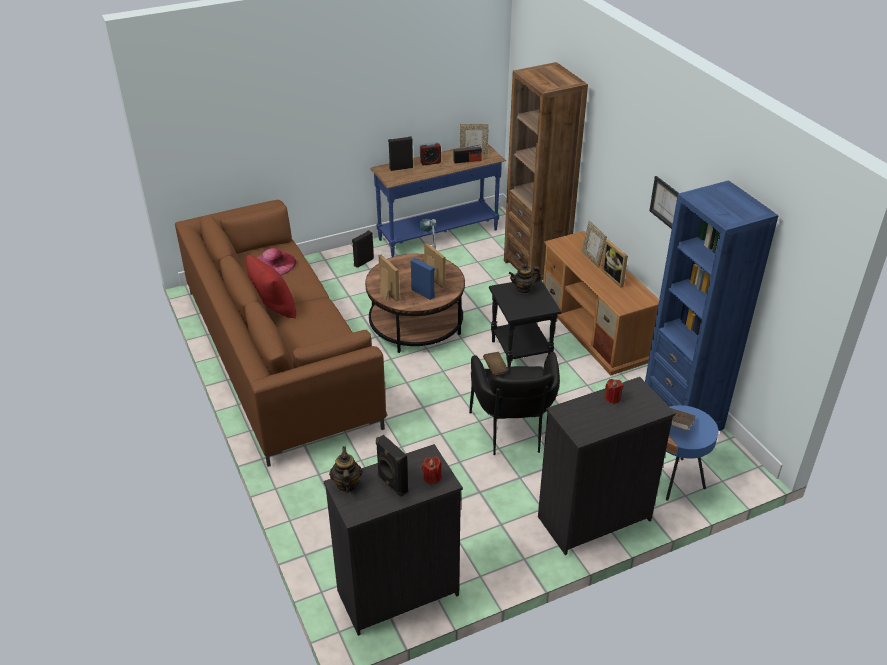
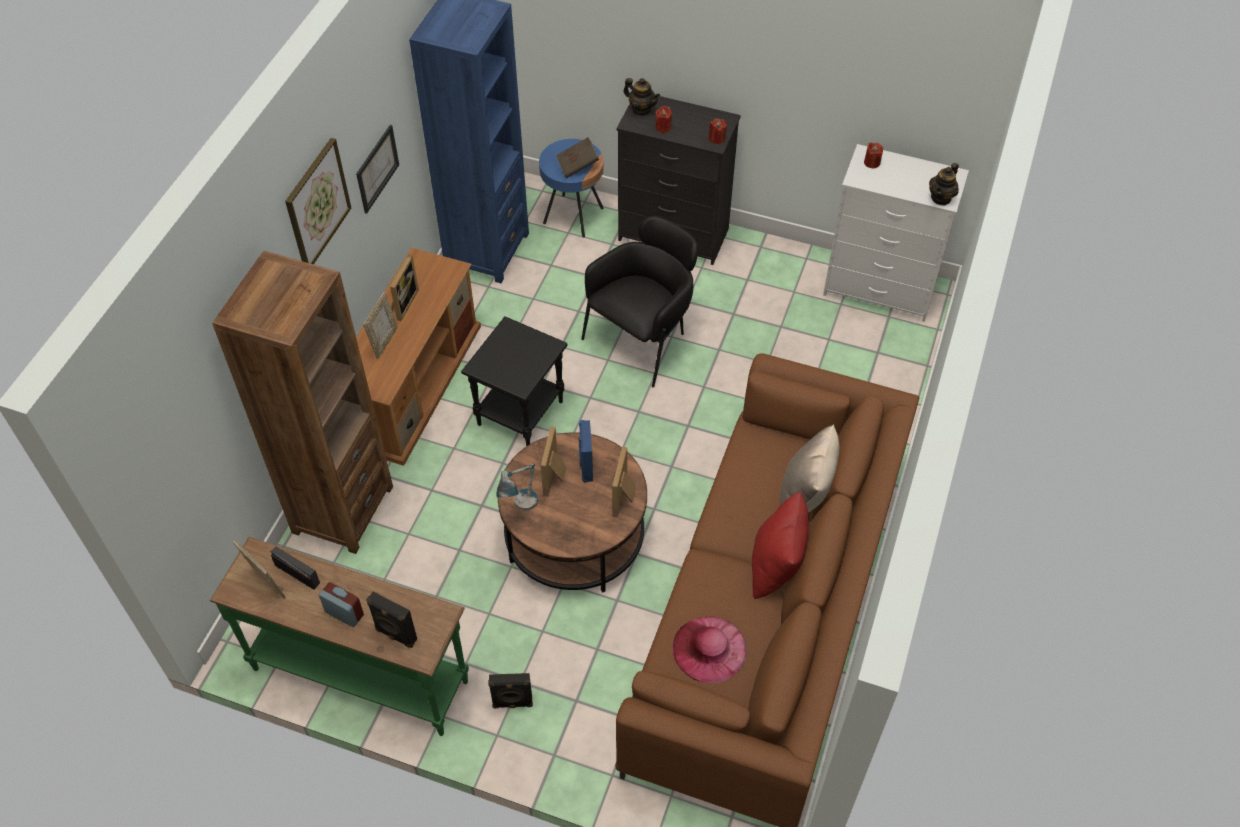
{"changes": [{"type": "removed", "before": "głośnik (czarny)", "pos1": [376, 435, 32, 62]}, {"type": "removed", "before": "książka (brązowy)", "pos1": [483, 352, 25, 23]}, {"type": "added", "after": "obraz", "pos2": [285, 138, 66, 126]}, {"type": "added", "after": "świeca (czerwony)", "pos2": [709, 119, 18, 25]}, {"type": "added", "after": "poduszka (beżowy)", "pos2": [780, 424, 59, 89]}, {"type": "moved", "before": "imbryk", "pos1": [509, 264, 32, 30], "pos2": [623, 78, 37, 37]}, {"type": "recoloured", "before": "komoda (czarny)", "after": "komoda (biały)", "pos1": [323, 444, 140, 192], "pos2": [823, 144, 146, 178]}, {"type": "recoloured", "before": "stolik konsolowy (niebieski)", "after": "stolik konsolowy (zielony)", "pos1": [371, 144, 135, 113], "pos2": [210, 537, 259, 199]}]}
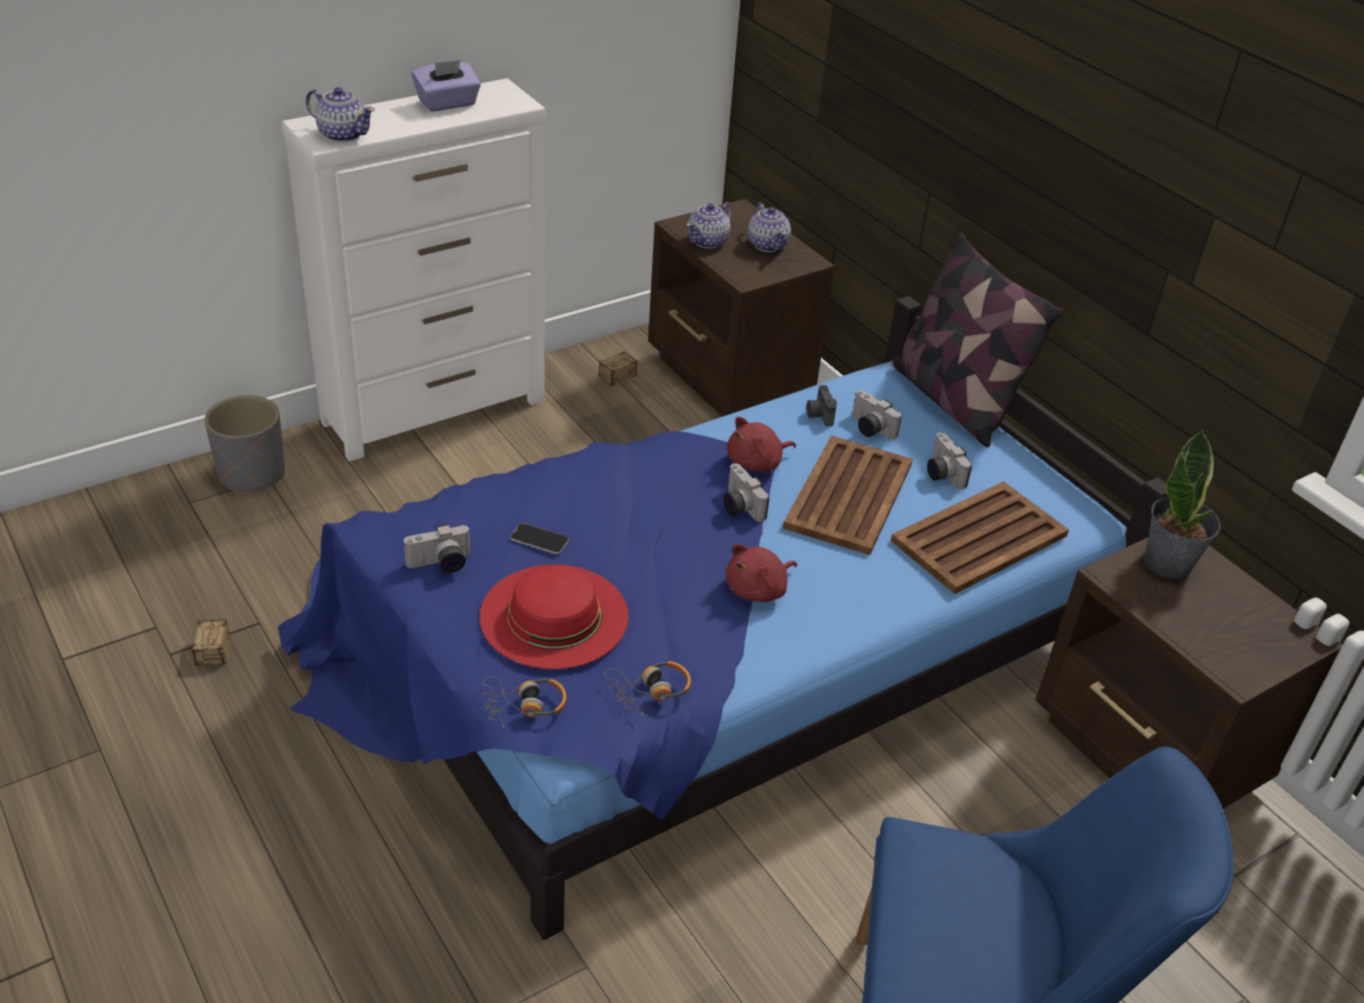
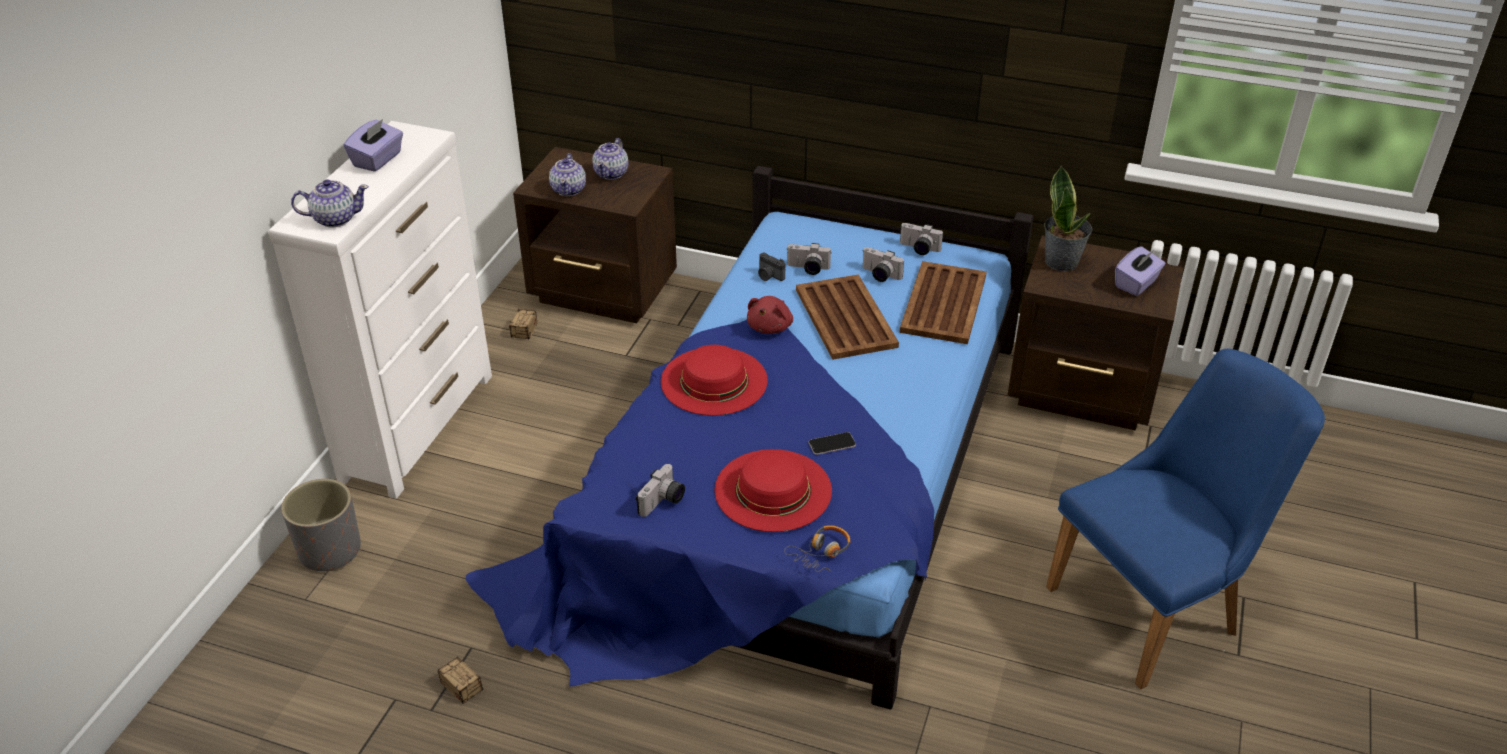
{"changes": [{"type": "removed", "before": "słuchawki", "pos1": [604, 661, 87, 54]}, {"type": "removed", "before": "pluszak (czerwony)", "pos1": [726, 544, 71, 58]}, {"type": "removed", "before": "poduszka", "pos1": [891, 233, 173, 214]}, {"type": "added", "after": "kapelusz (czerwony)", "pos2": [661, 345, 107, 71]}, {"type": "added", "after": "pudełko chusteczek (fioletowy)", "pos2": [1115, 246, 50, 50]}, {"type": "moved", "before": "telefon", "pos1": [510, 523, 59, 31], "pos2": [809, 432, 47, 23]}, {"type": "moved", "before": "aparat fotograficzny", "pos1": [724, 463, 45, 59], "pos2": [900, 223, 43, 32]}, {"type": "turned", "before": "imbryk", "pos1": [748, 203, 43, 49], "pos2": [592, 138, 36, 42], "turn": 75}]}
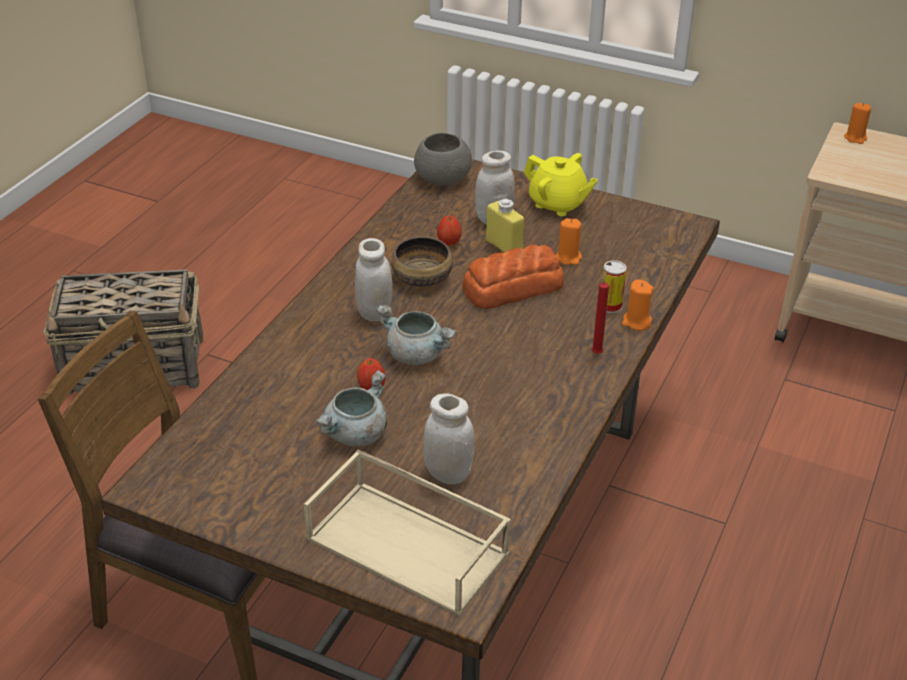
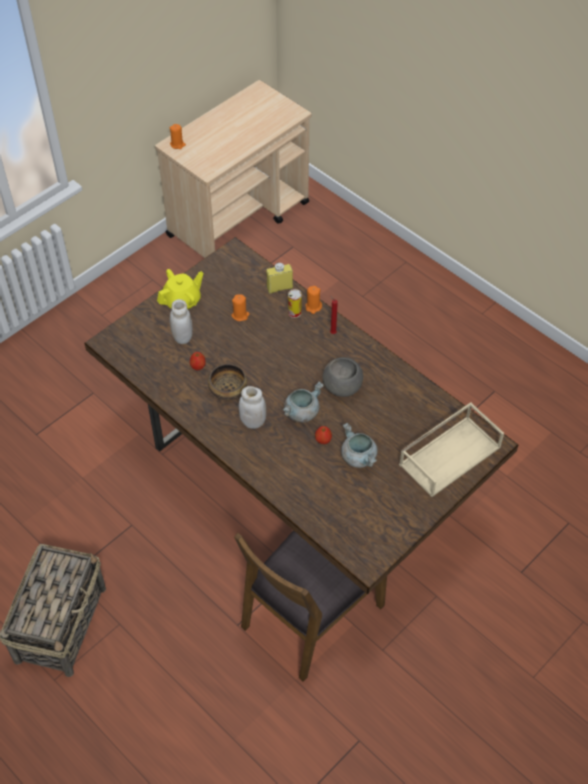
{"changes": [{"type": "removed", "before": "słoik (biały)", "pos1": [423, 393, 51, 91]}, {"type": "removed", "before": "chleb", "pos1": [462, 244, 102, 65]}, {"type": "moved", "before": "miska (szary)", "pos1": [414, 133, 58, 53], "pos2": [323, 357, 40, 40]}, {"type": "moved", "before": "butelka (żółty)", "pos1": [486, 199, 38, 54], "pos2": [266, 262, 27, 32]}]}
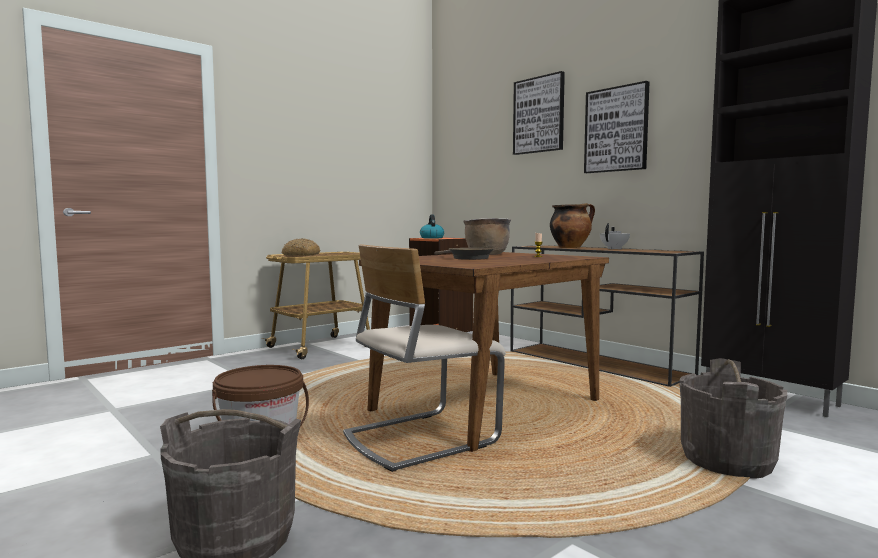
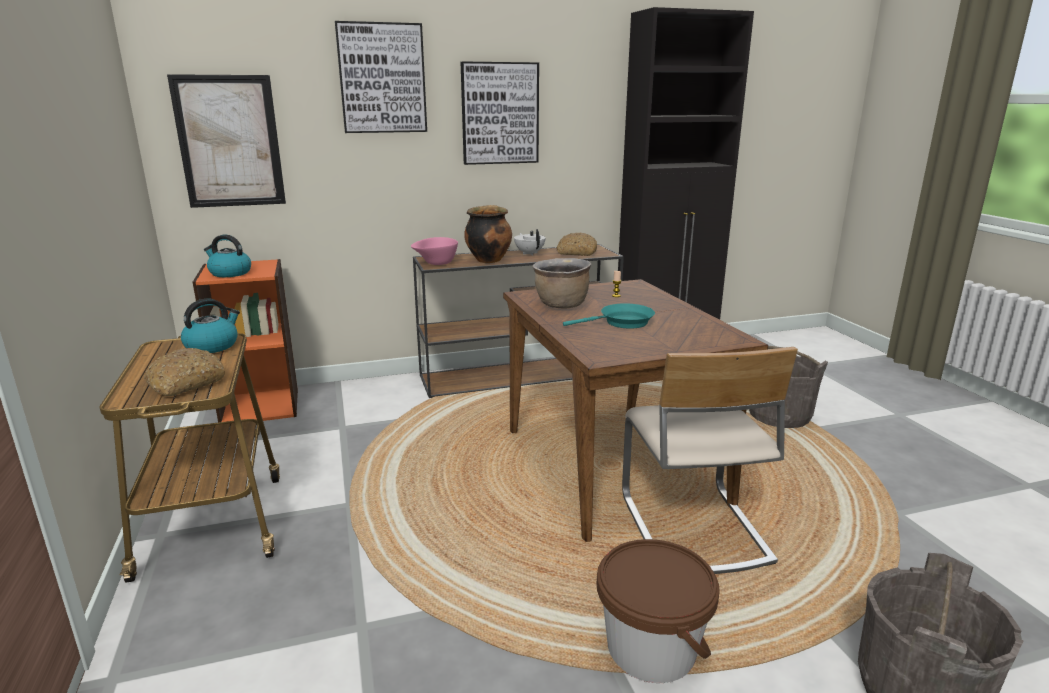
{"changes": [{"type": "added", "after": "obraz", "pos2": [167, 74, 119, 134]}, {"type": "added", "after": "czajnik", "pos2": [181, 299, 59, 54]}, {"type": "added", "after": "miska (różowy)", "pos2": [411, 237, 47, 28]}, {"type": "added", "after": "chleb", "pos2": [556, 233, 41, 23]}, {"type": "recoloured", "before": "patelnia (brązowy)", "after": "patelnia (turkusowy)", "pos1": [434, 248, 60, 12], "pos2": [563, 303, 92, 26]}]}
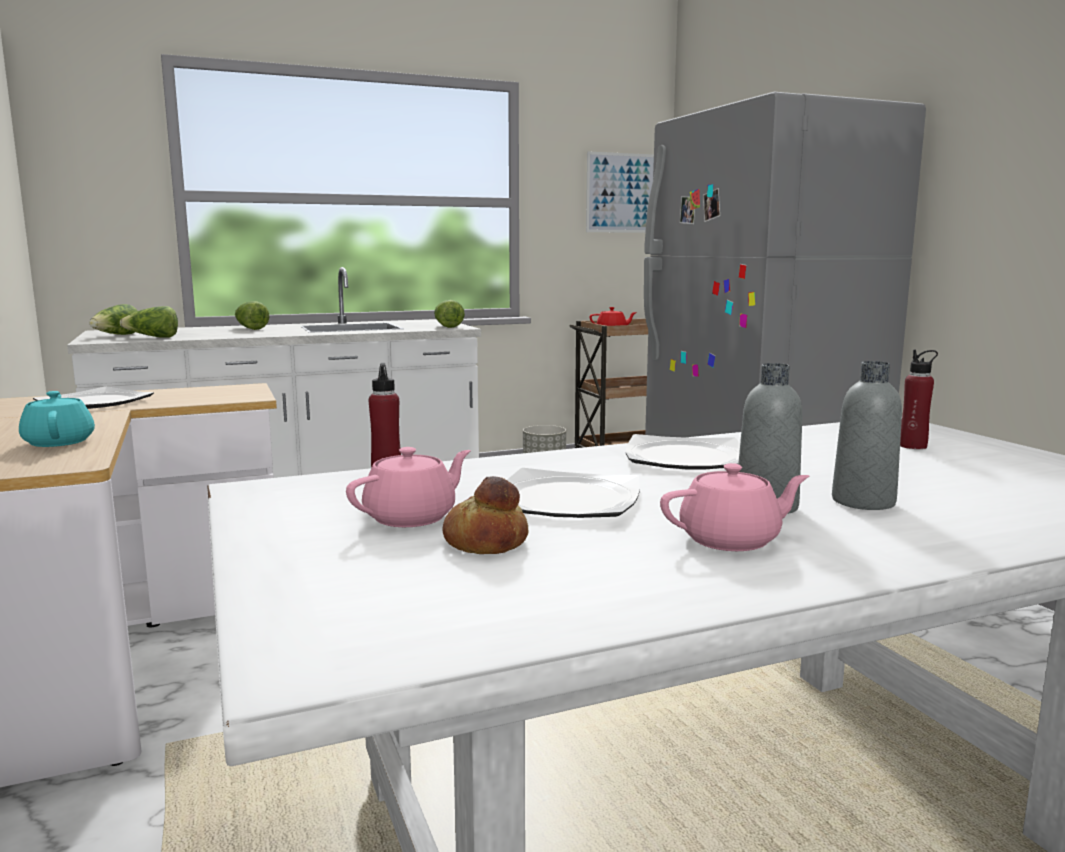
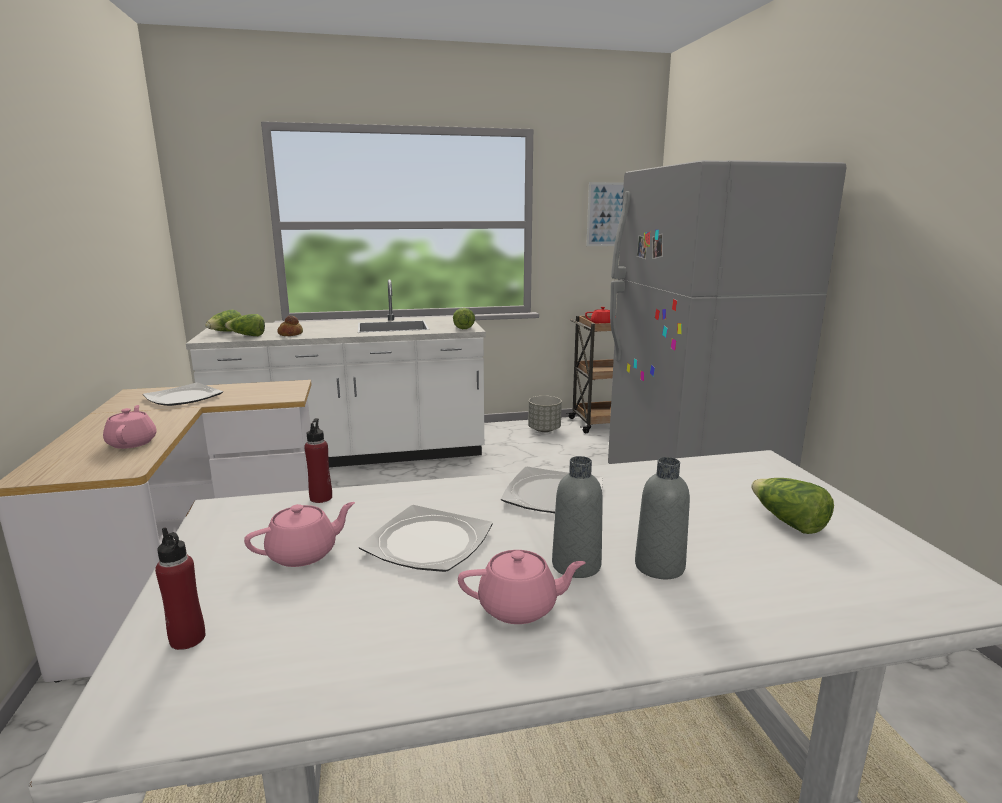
{"changes": [{"type": "moved", "before": "sałata", "pos1": [235, 301, 35, 29], "pos2": [751, 478, 83, 56]}, {"type": "moved", "before": "chleb", "pos1": [442, 476, 87, 78], "pos2": [277, 315, 26, 21]}, {"type": "moved", "before": "butelka (czerwony)", "pos1": [900, 350, 38, 99], "pos2": [155, 527, 50, 123]}, {"type": "recoloured", "before": "imbryk (turkusowy)", "after": "imbryk (różowy)", "pos1": [19, 391, 76, 56], "pos2": [103, 405, 54, 44]}]}
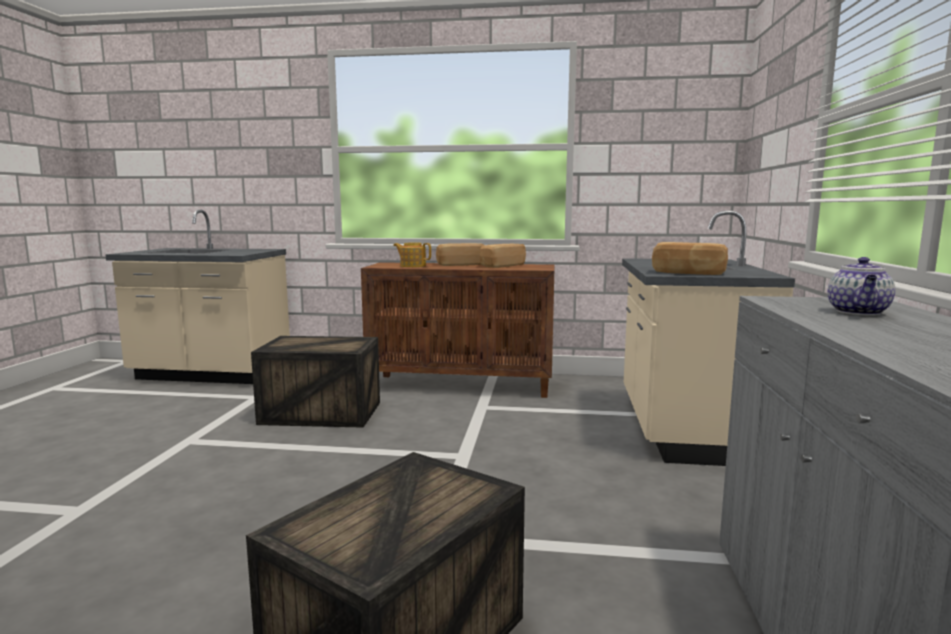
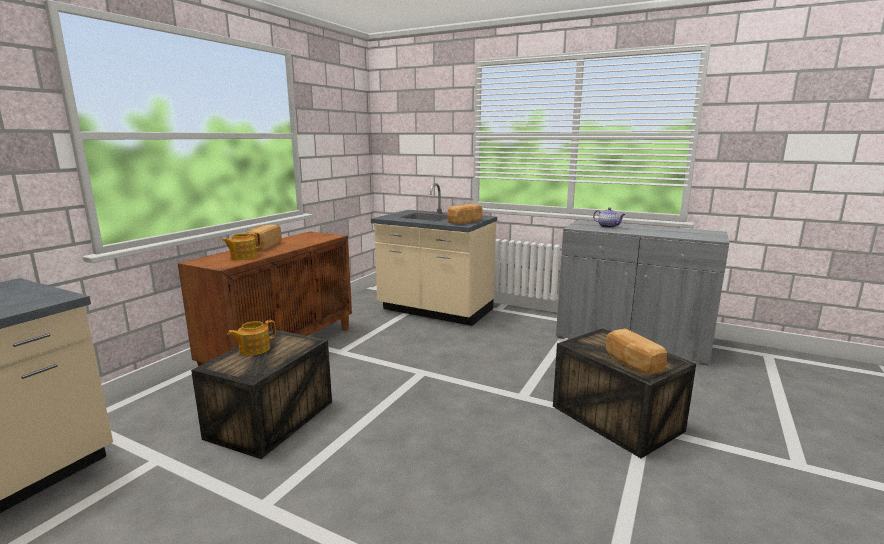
{"changes": [{"type": "added", "after": "imbryk", "pos2": [227, 320, 49, 35]}, {"type": "moved", "before": "chleb", "pos1": [480, 244, 46, 24], "pos2": [606, 328, 61, 46]}]}
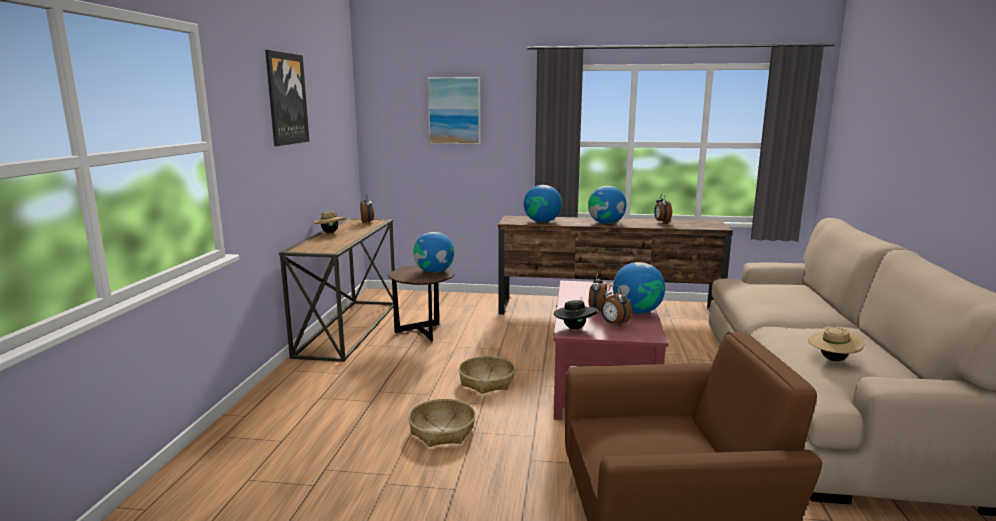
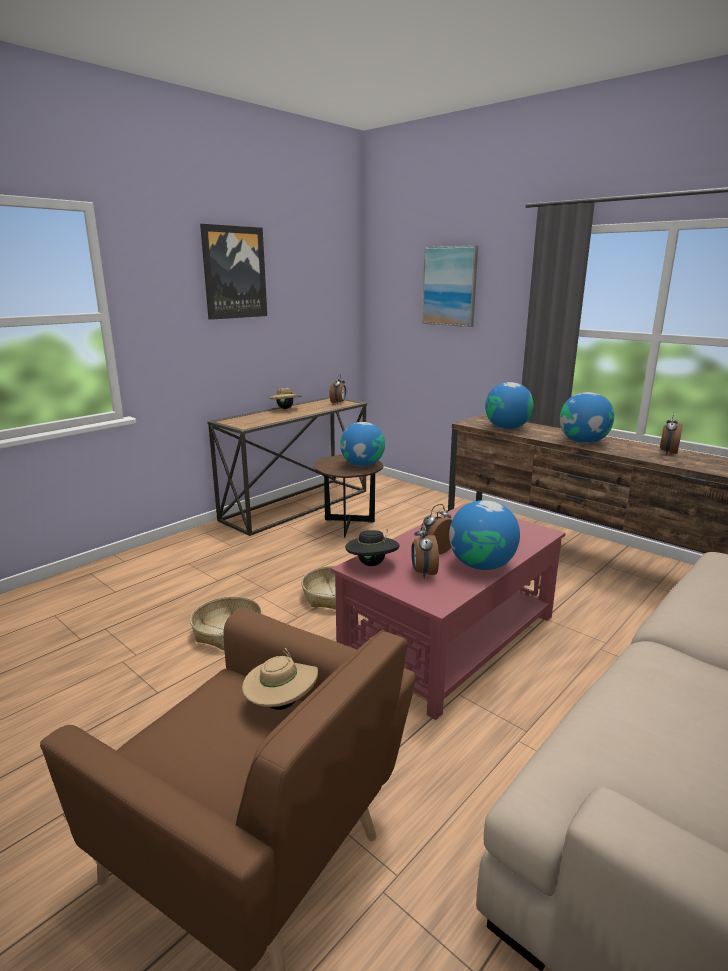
{"changes": [{"type": "moved", "before": "kapelusz (beżowy)", "pos1": [808, 324, 57, 37], "pos2": [242, 648, 76, 62]}]}
